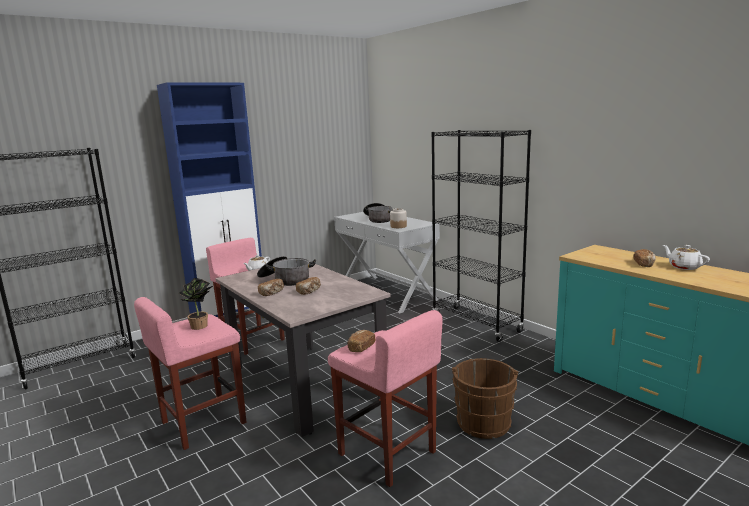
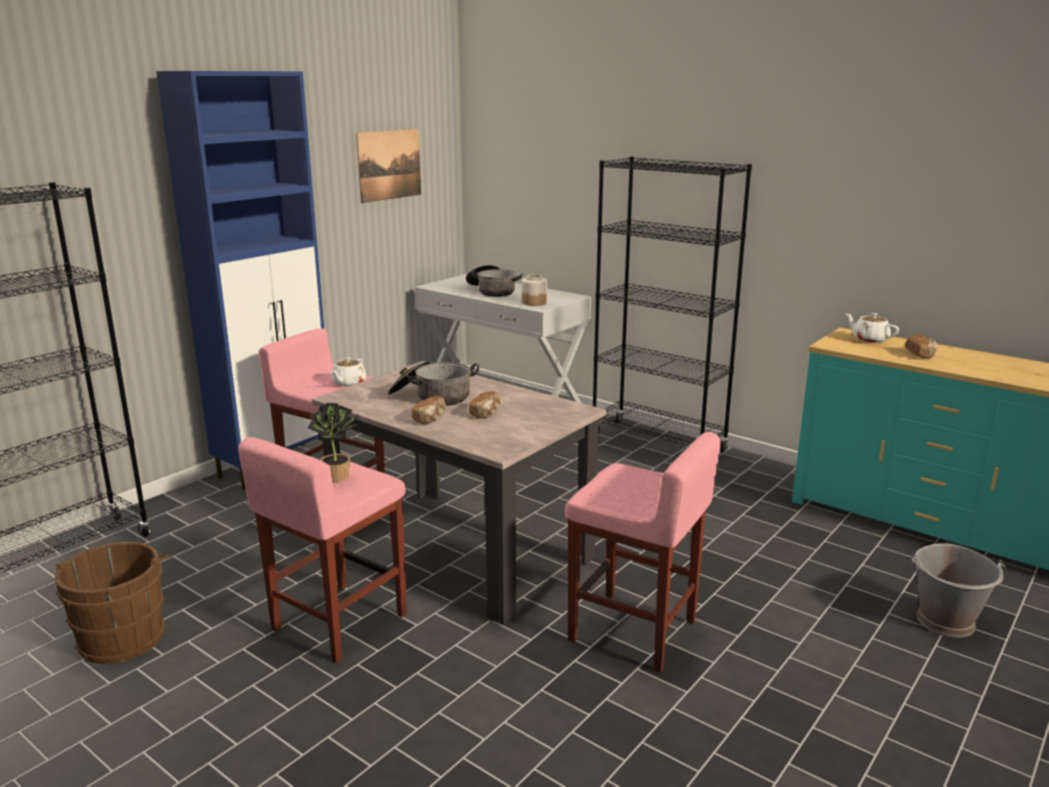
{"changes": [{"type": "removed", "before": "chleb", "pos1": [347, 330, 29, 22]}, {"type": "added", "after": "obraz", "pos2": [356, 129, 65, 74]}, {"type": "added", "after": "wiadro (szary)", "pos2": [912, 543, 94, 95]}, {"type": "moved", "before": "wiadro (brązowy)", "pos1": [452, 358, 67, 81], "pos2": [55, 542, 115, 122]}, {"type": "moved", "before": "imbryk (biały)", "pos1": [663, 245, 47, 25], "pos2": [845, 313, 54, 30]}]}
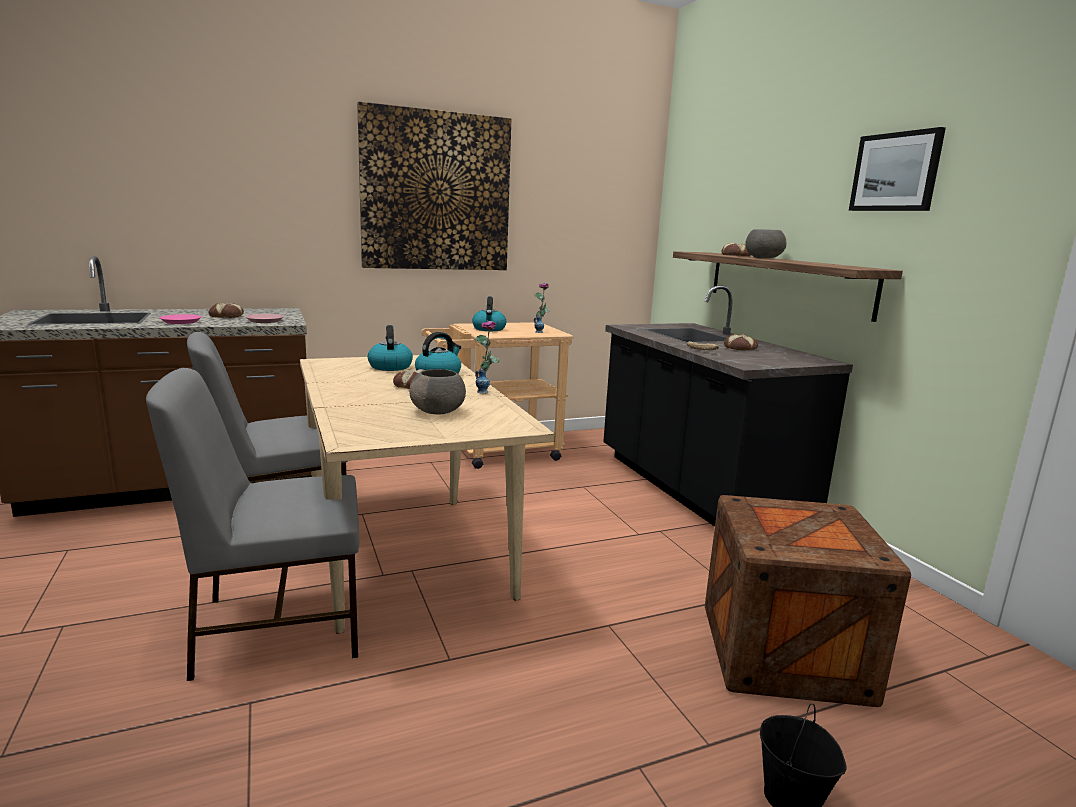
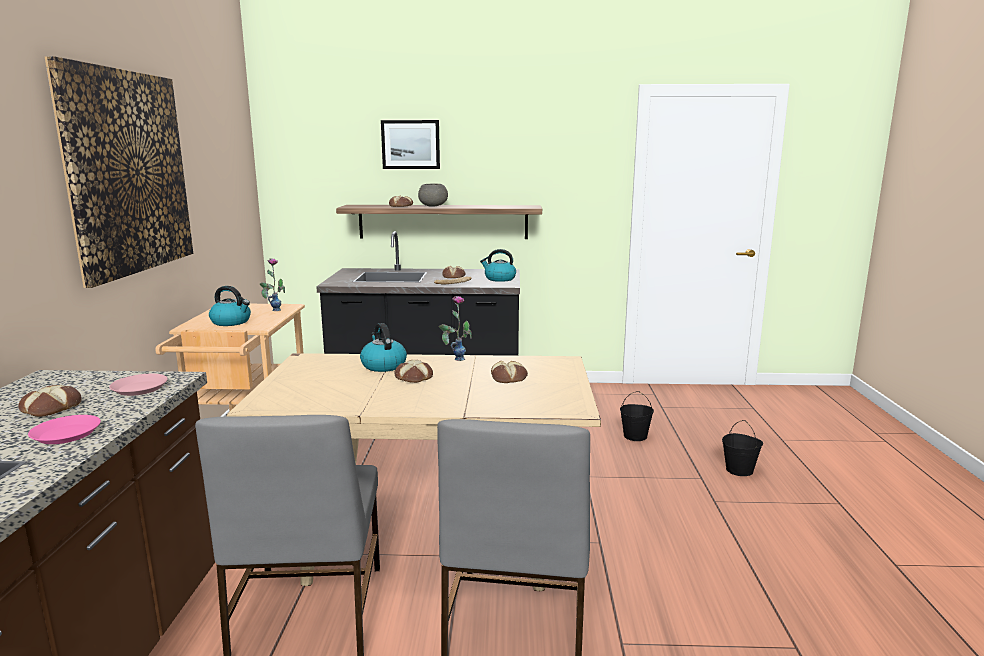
{"changes": [{"type": "moved", "before": "czajnik", "pos1": [368, 325, 45, 46], "pos2": [480, 249, 36, 33]}, {"type": "moved", "before": "obraz", "pos1": [849, 127, 97, 84], "pos2": [381, 120, 59, 49]}, {"type": "replaced", "before": "miska (szary)", "after": "chleb", "pos1": [409, 369, 57, 46], "pos2": [491, 361, 37, 22]}, {"type": "replaced", "before": "skrzynka", "after": "wiadro (czarny)", "pos1": [705, 495, 206, 212], "pos2": [620, 391, 34, 50]}]}
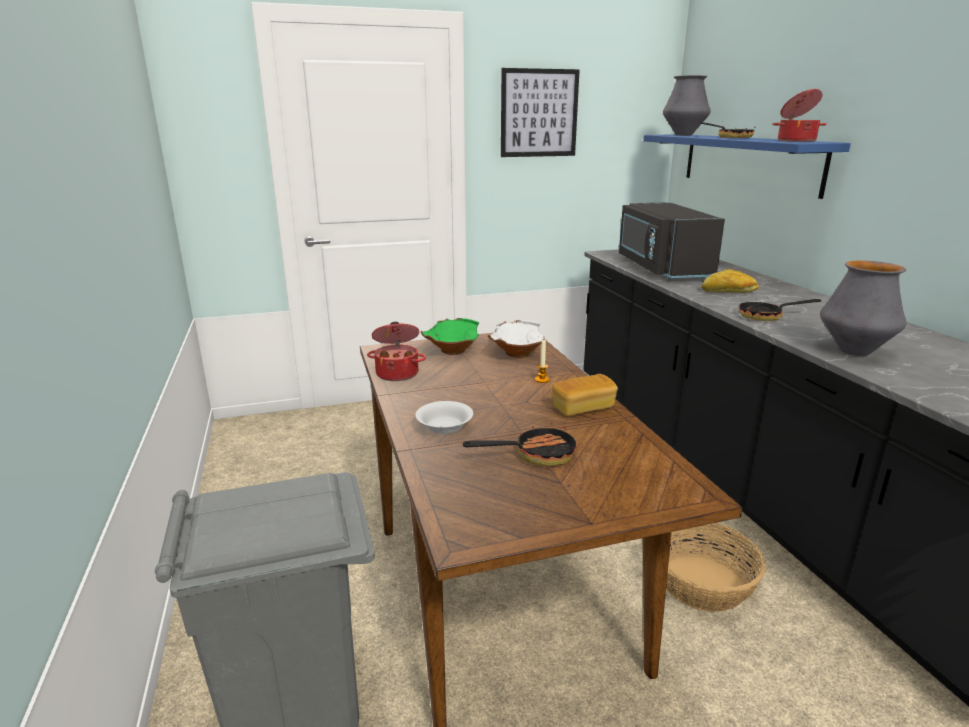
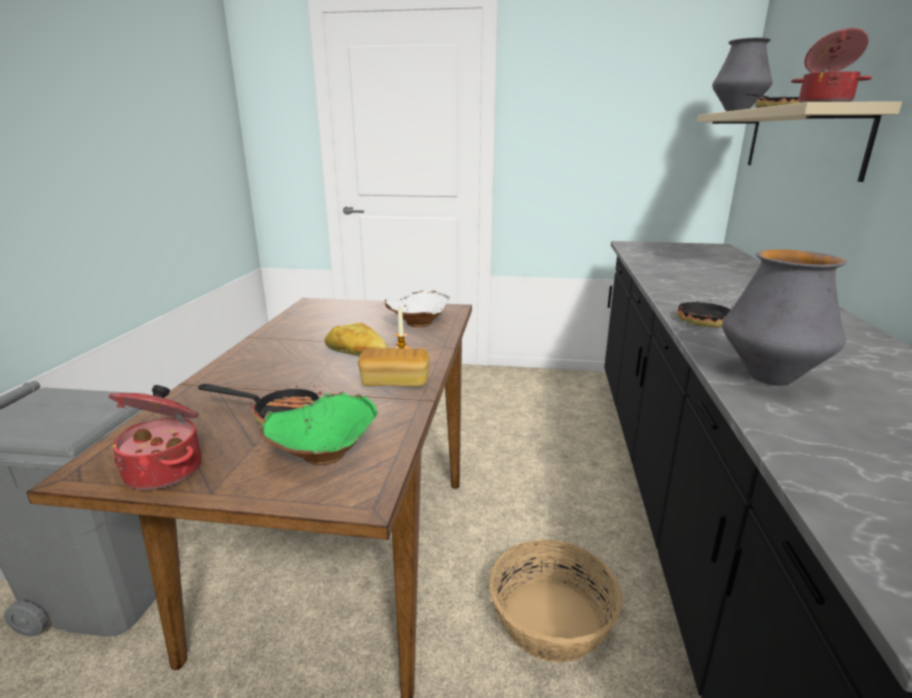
{"changes": [{"type": "removed", "before": "miska (biały)", "pos1": [415, 401, 58, 33]}, {"type": "removed", "before": "obraz", "pos1": [501, 68, 79, 89]}, {"type": "removed", "before": "mikrofalówka (czarny)", "pos1": [619, 202, 106, 78]}, {"type": "moved", "before": "garnek", "pos1": [367, 322, 59, 59], "pos2": [109, 385, 93, 105]}, {"type": "moved", "before": "miska (zielony)", "pos1": [421, 318, 58, 37], "pos2": [259, 391, 119, 74]}, {"type": "moved", "before": "chleb", "pos1": [701, 269, 58, 24], "pos2": [325, 323, 63, 34]}, {"type": "recoloured", "before": "półka (niebieski)", "after": "półka (beżowy)", "pos1": [643, 134, 208, 65], "pos2": [697, 101, 205, 81]}]}
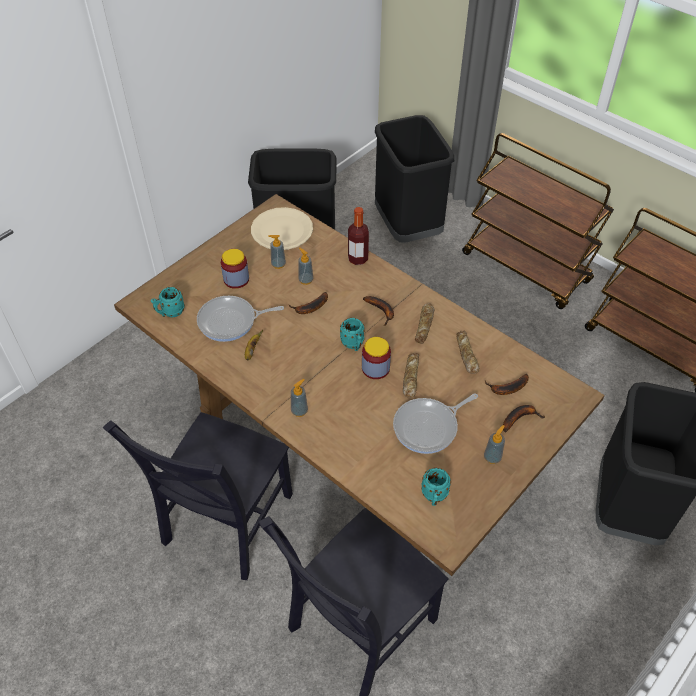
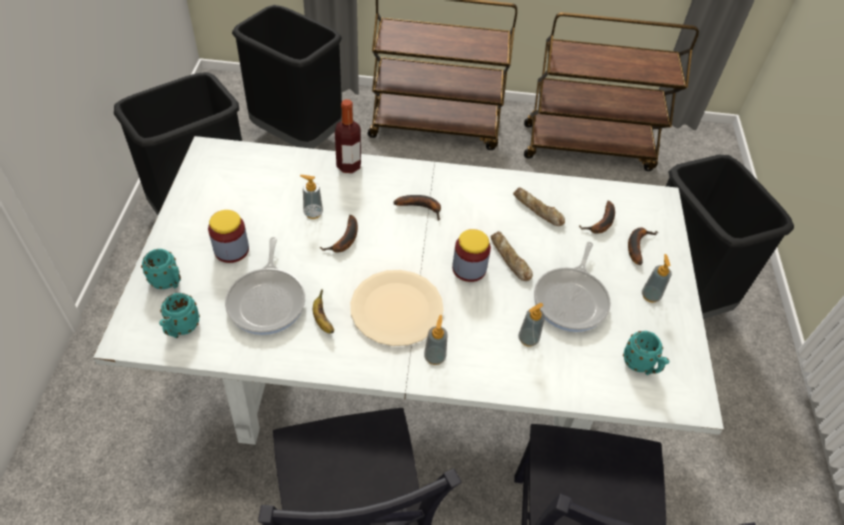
{"changes": [{"type": "removed", "before": "chleb", "pos1": [415, 303, 19, 41]}, {"type": "moved", "before": "talerz (beżowy)", "pos1": [251, 207, 62, 43], "pos2": [350, 270, 94, 76]}, {"type": "moved", "before": "dozownik mydła", "pos1": [268, 235, 18, 34], "pos2": [518, 303, 27, 44]}, {"type": "moved", "before": "kubek (turkusowy)", "pos1": [340, 318, 25, 33], "pos2": [141, 249, 40, 40]}, {"type": "recoloured", "before": "stół jadalny (brązowy)", "after": "stół jadalny (biały)", "pos1": [114, 194, 491, 382], "pos2": [93, 136, 631, 309]}, {"type": "turned", "before": "patelnia", "pos1": [197, 296, 87, 46], "pos2": [225, 237, 80, 98], "turn": -45}]}
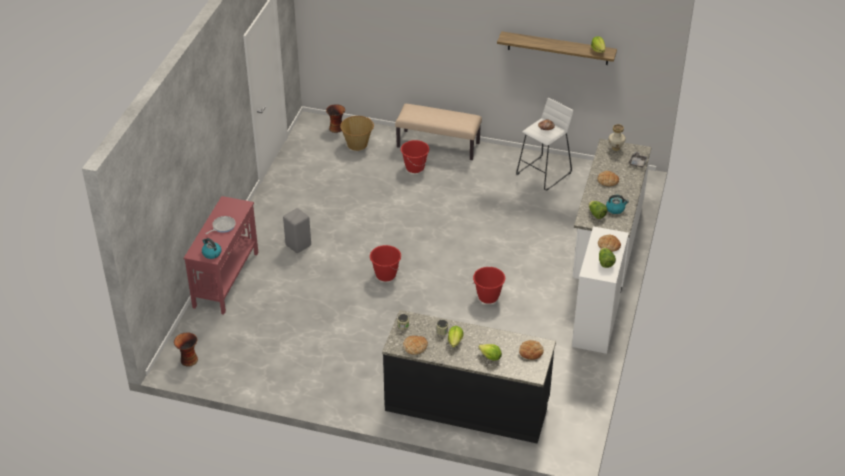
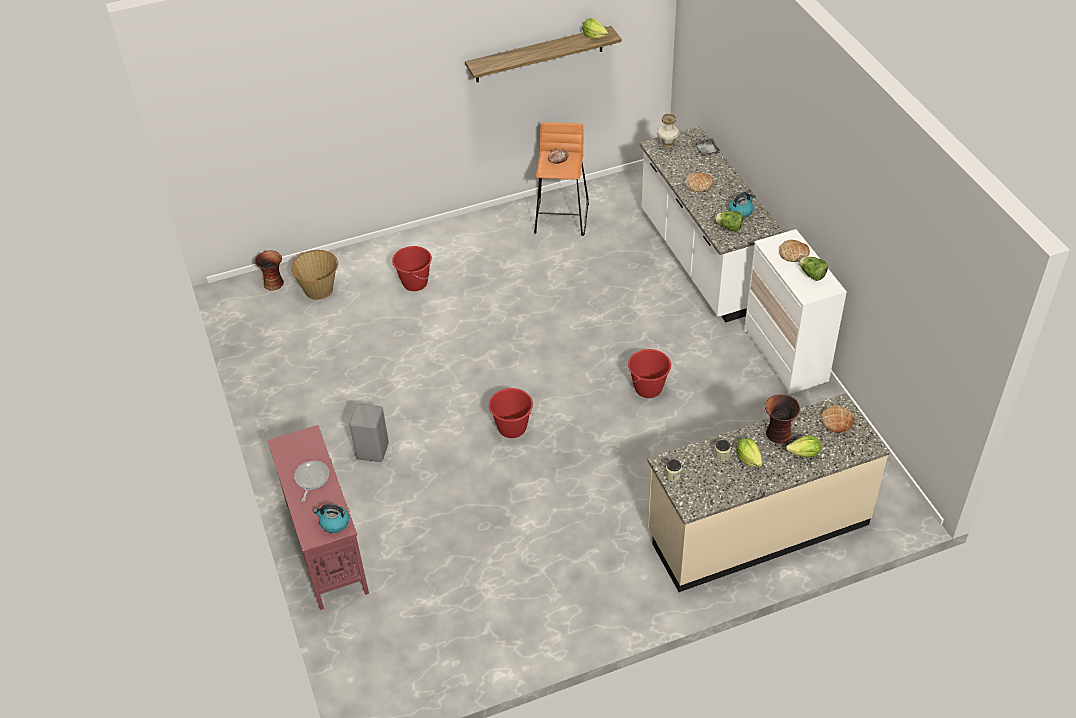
{"changes": [{"type": "removed", "before": "ławka (beżowy)", "pos1": [395, 104, 87, 56]}, {"type": "removed", "before": "chleb", "pos1": [403, 336, 25, 19]}, {"type": "moved", "before": "wazon", "pos1": [174, 332, 24, 35], "pos2": [765, 394, 35, 50]}, {"type": "recoloured", "before": "zabudowa kuchenna (czarny)", "after": "zabudowa kuchenna (beżowy)", "pos1": [382, 310, 174, 134], "pos2": [647, 393, 243, 199]}, {"type": "recoloured", "before": "stołek (biały)", "after": "stołek (pomarańczowy)", "pos1": [516, 98, 57, 93], "pos2": [534, 122, 55, 114]}]}
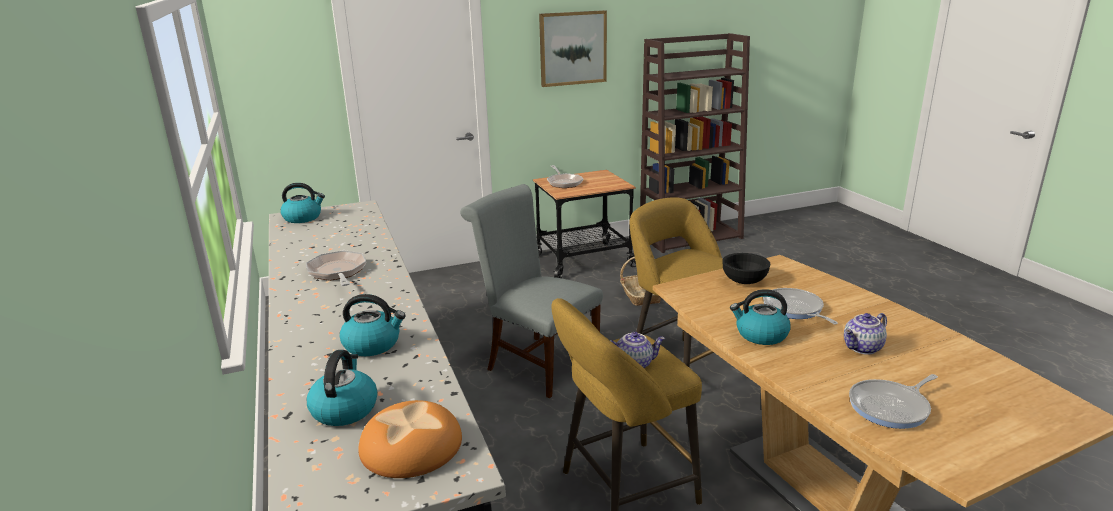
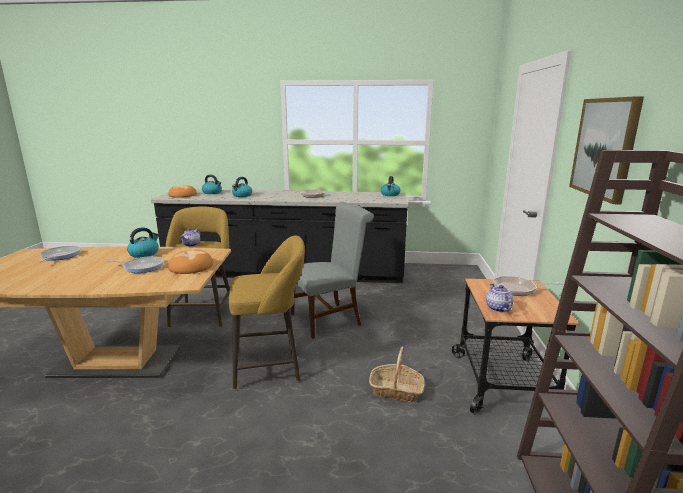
{"changes": [{"type": "moved", "before": "imbryk", "pos1": [844, 313, 43, 42], "pos2": [486, 283, 27, 29]}, {"type": "replaced", "before": "miska (czarny)", "after": "chleb", "pos1": [722, 253, 48, 31], "pos2": [168, 250, 45, 24]}]}
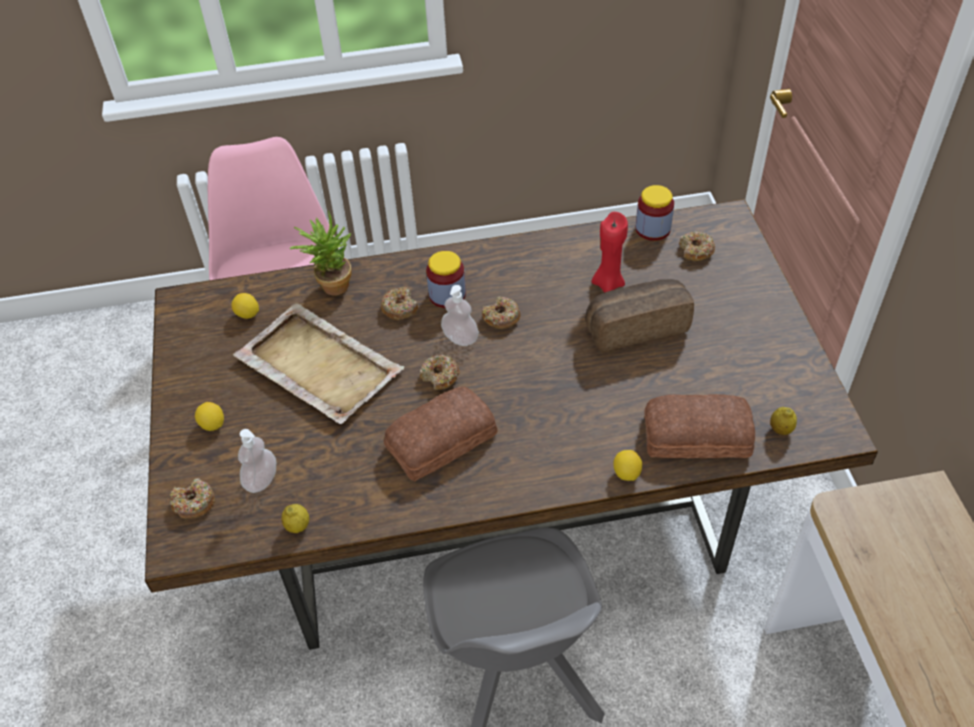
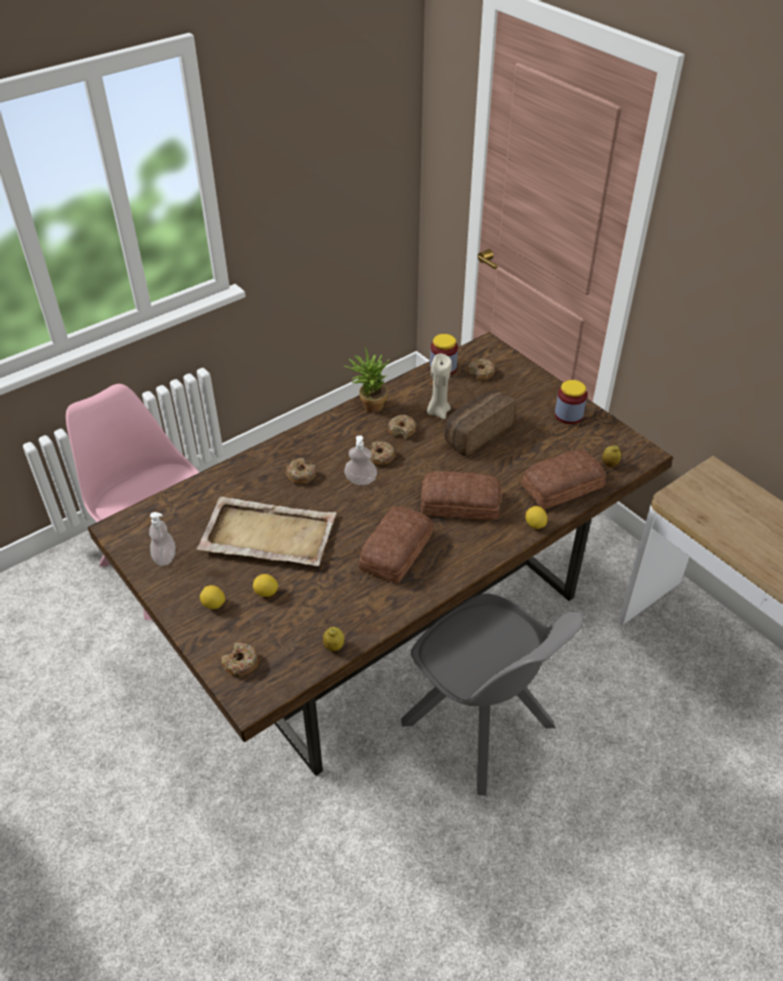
{"changes": [{"type": "added", "after": "chleb", "pos2": [421, 471, 80, 49]}, {"type": "moved", "before": "cytryna", "pos1": [231, 293, 28, 26], "pos2": [253, 574, 25, 23]}, {"type": "moved", "before": "dozownik mydła", "pos1": [238, 429, 38, 64], "pos2": [149, 512, 26, 54]}, {"type": "moved", "before": "roślina doniczkowa", "pos1": [289, 210, 63, 86], "pos2": [344, 347, 46, 65]}, {"type": "moved", "before": "donut", "pos1": [420, 355, 40, 35], "pos2": [388, 415, 28, 24]}, {"type": "moved", "before": "słoik", "pos1": [426, 251, 40, 57], "pos2": [555, 380, 32, 44]}, {"type": "recoloured", "before": "świeca (czerwony)", "after": "świeca (beżowy)", "pos1": [592, 212, 36, 81], "pos2": [427, 354, 25, 65]}]}
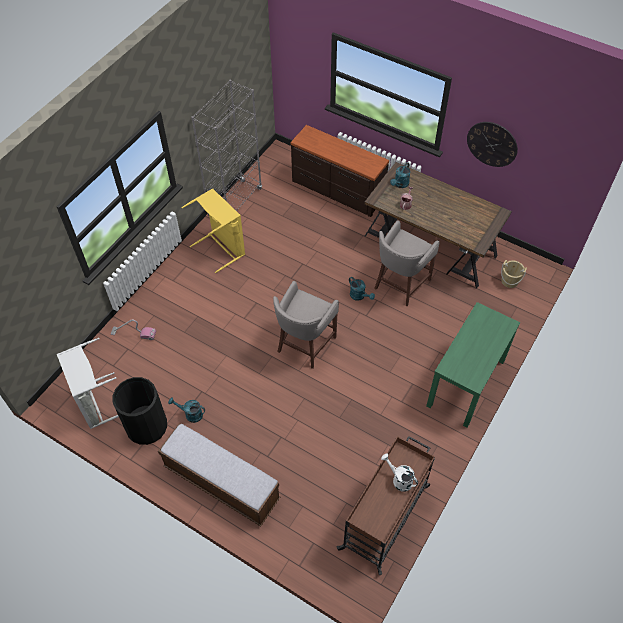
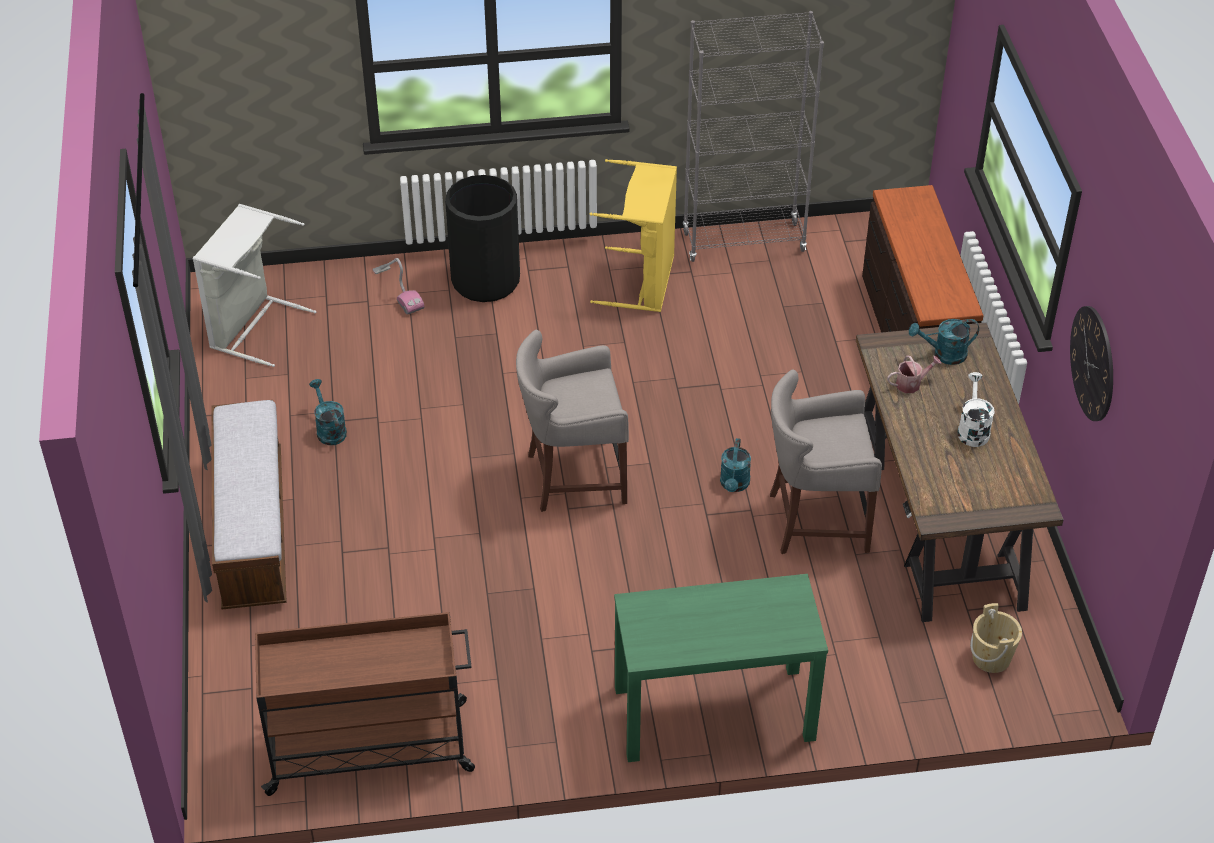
{"changes": [{"type": "moved", "before": "kosz na śmieci (czarny)", "pos1": [113, 377, 54, 68], "pos2": [445, 175, 75, 127]}, {"type": "moved", "before": "konewka (biały)", "pos1": [381, 453, 37, 39], "pos2": [958, 372, 37, 75]}]}
